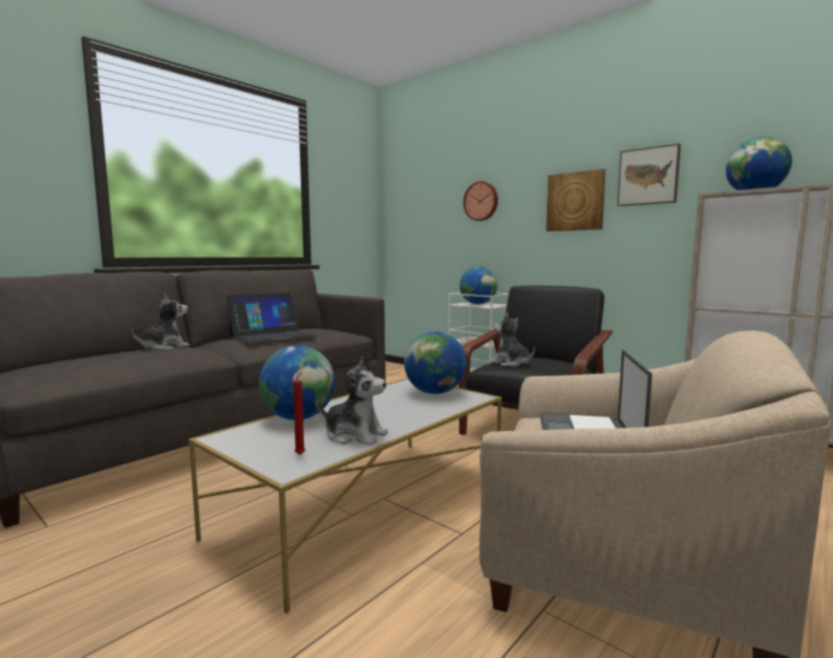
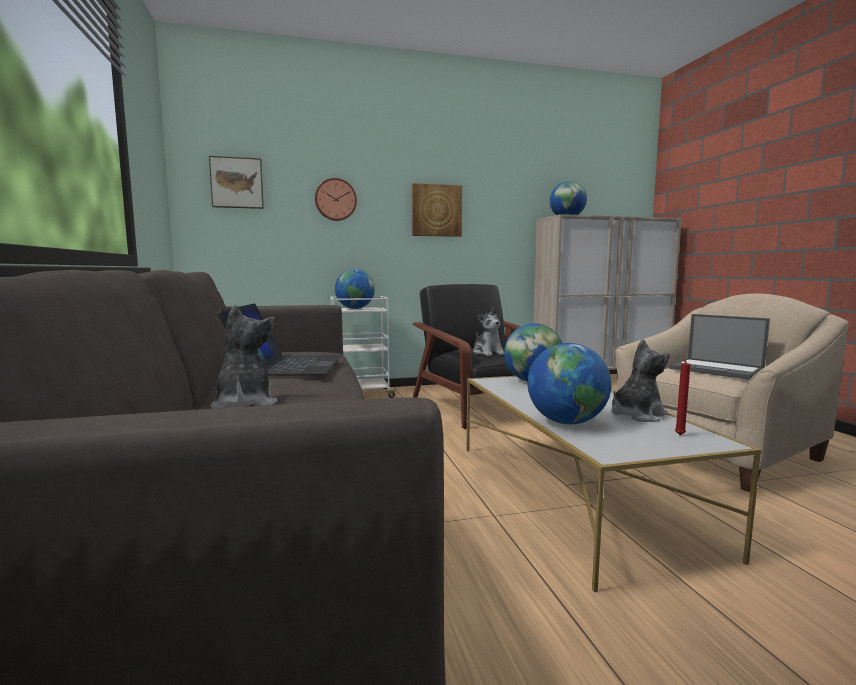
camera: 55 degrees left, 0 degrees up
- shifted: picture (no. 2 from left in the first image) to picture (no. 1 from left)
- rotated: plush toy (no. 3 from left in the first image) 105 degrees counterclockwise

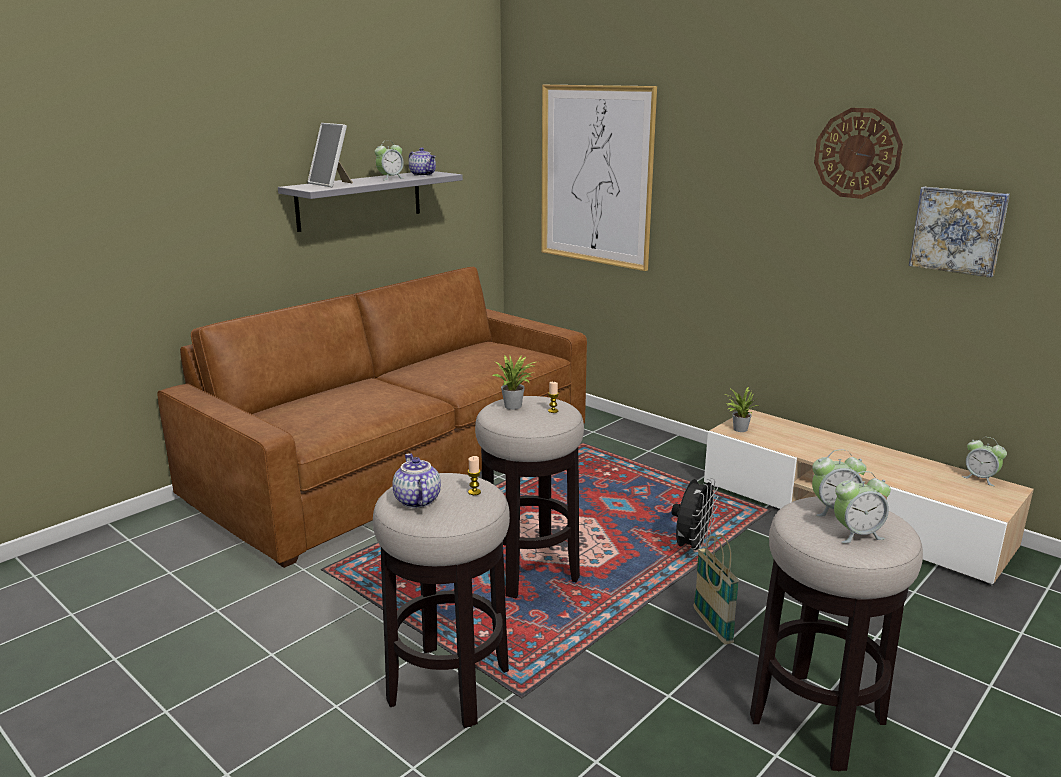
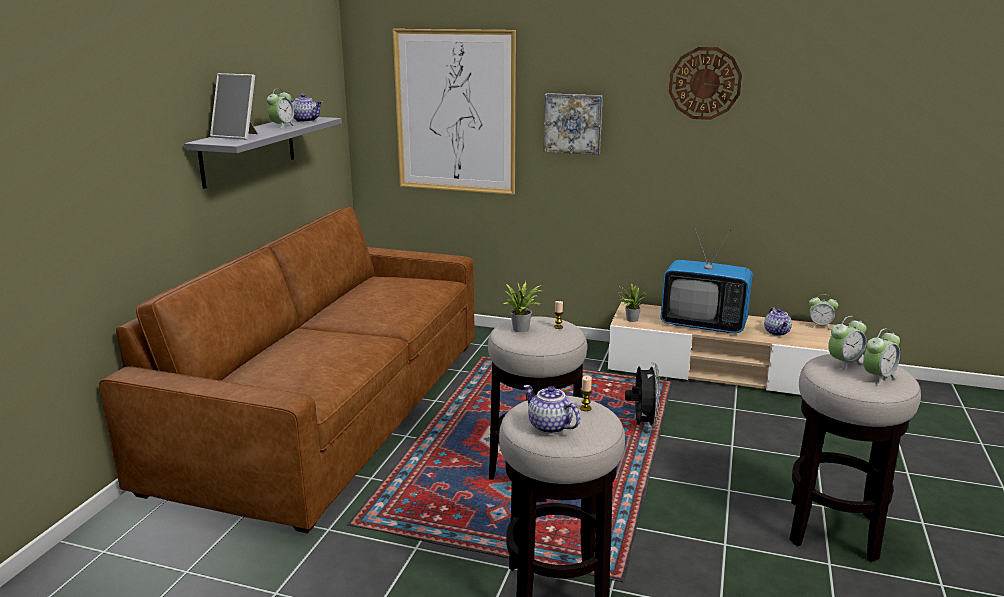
camera: 25 degrees left, 0 degrees up
- gone: basket
- new: television
- new: teapot (no. 3 from left)
- shifted: picture (no. 2 from left)

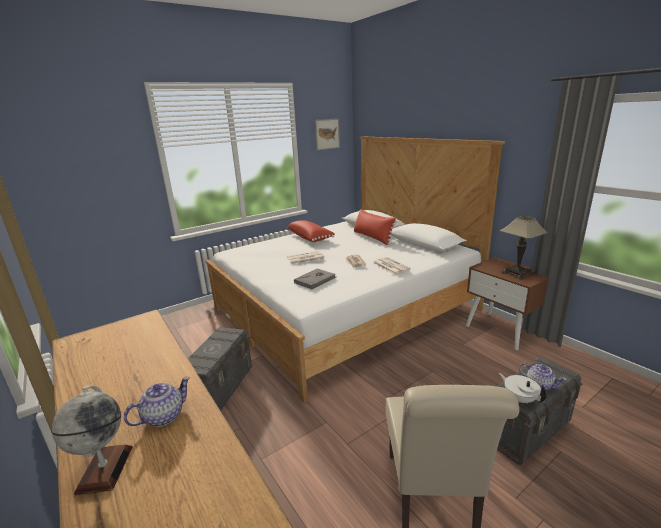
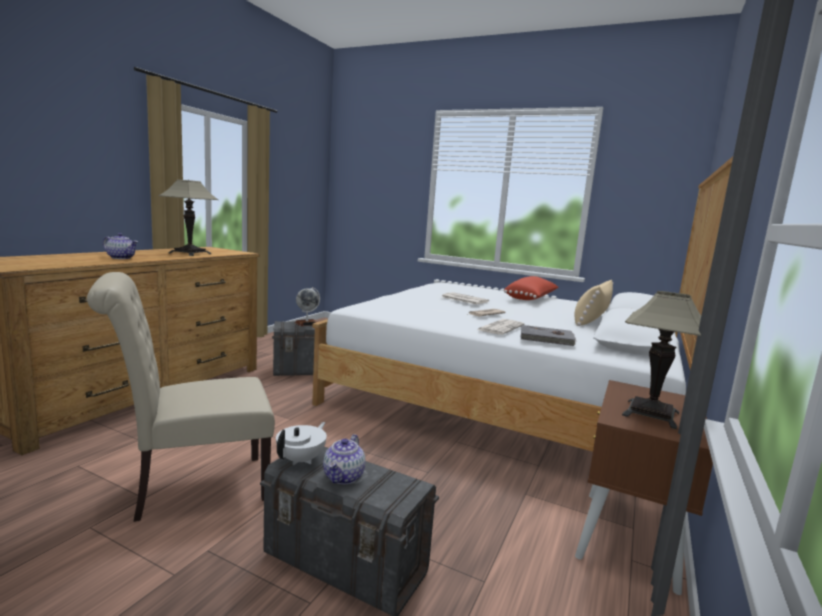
camera: 60 degrees right, 10 degrees down
- gone: picture
- new: table lamp (no. 1 from left)
- shifted: globe
- shifted: grey book
- repainted: red pillow (no. 2 from left) to beige pillow

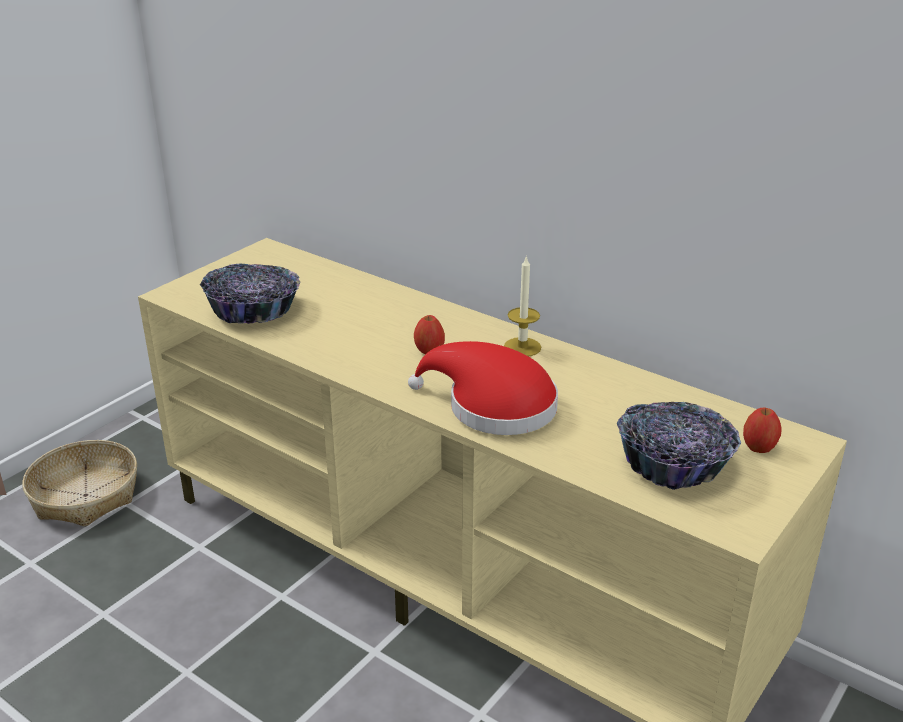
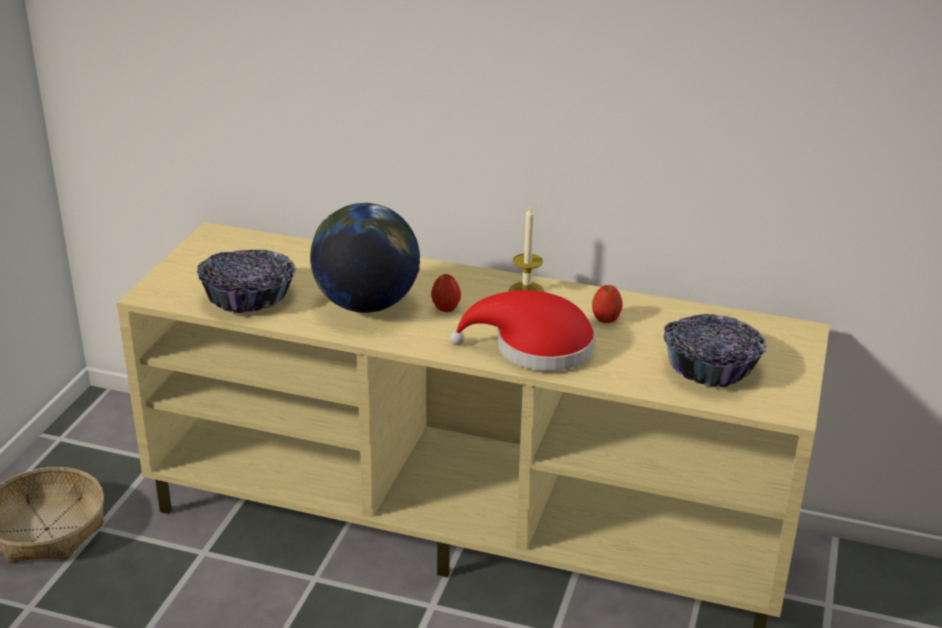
camera: 20 degrees left, 0 degrees up
- new: globe
- shifted: apple (no. 2 from left)

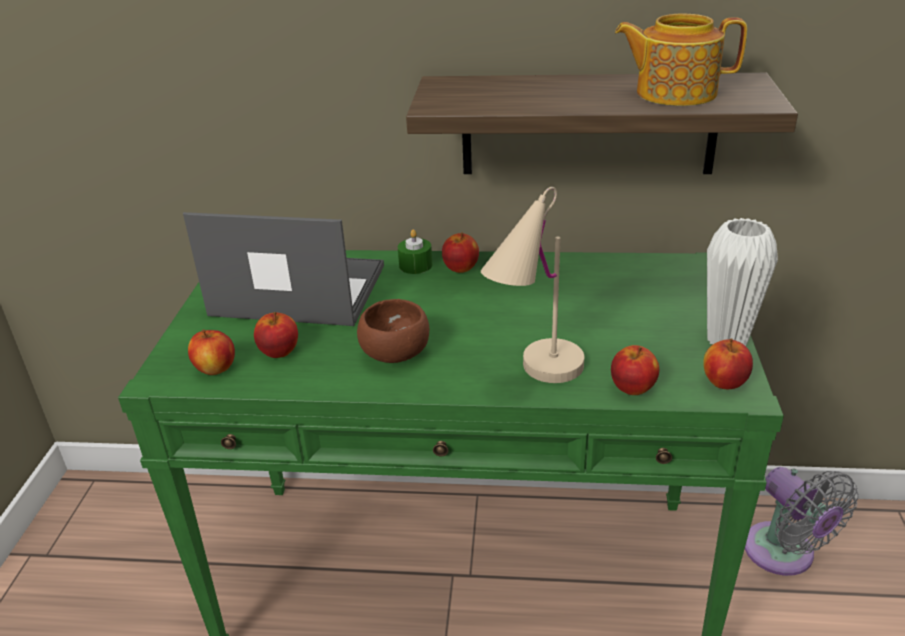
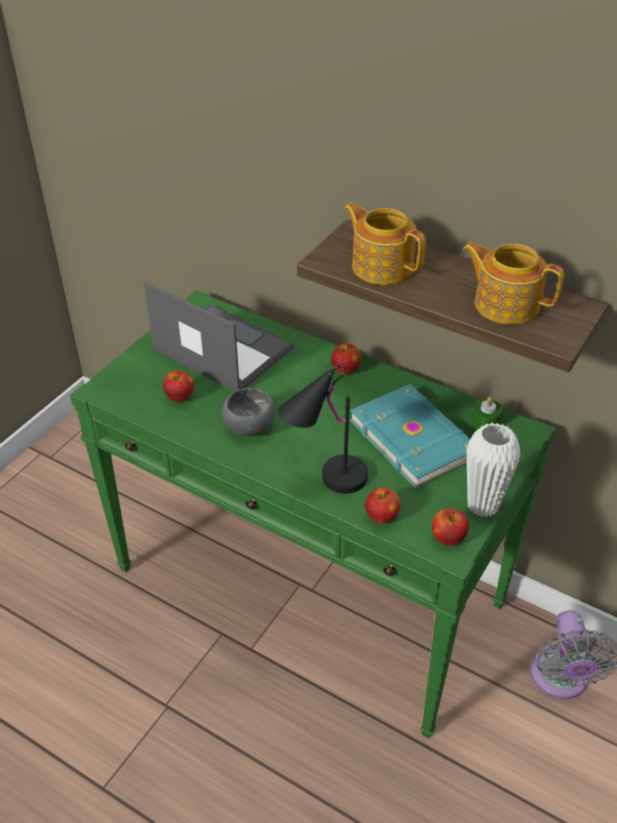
camera: 25 degrees right, 10 degrees up
- gone: apple (no. 1 from left)
- new: teapot (no. 1 from left)
- new: turquoise book
- shifted: green candle
- repainted: brown bowl to grey bowl
- repainted: beige table lamp to black table lamp

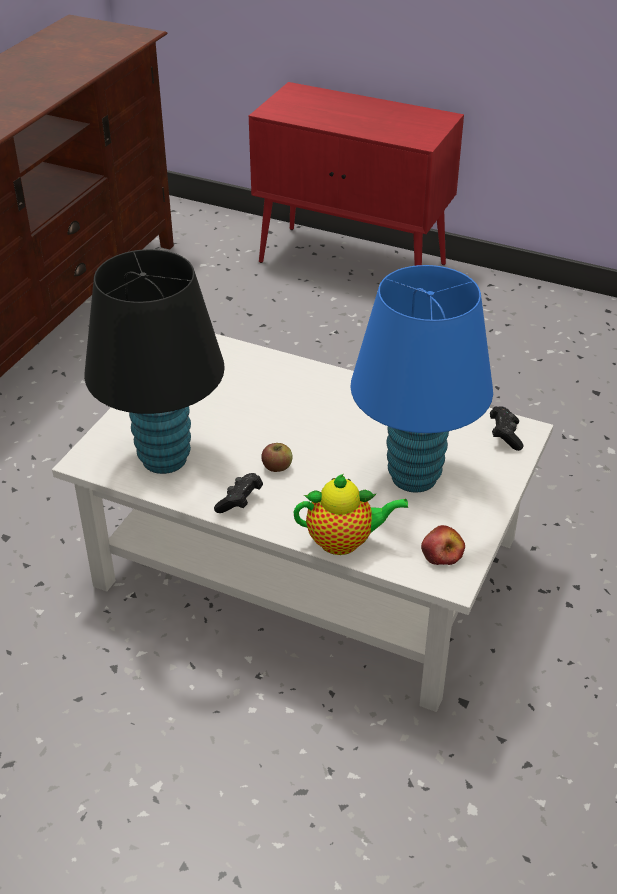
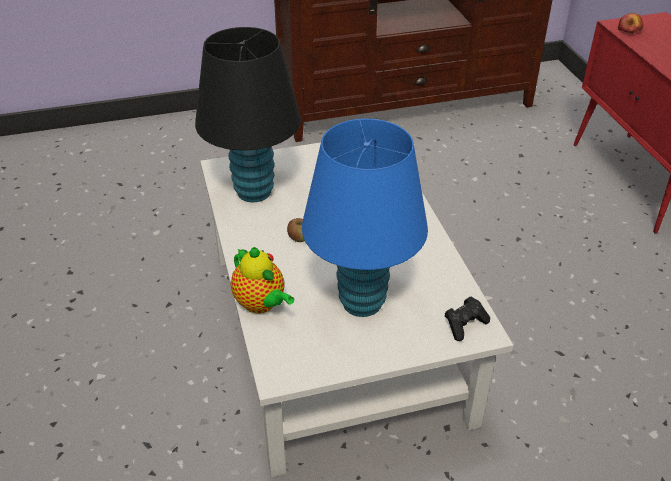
camera: 50 degrees right, 0 degrees up
- gone: black game controller (no. 1 from left)
- shifted: apple (no. 2 from left)

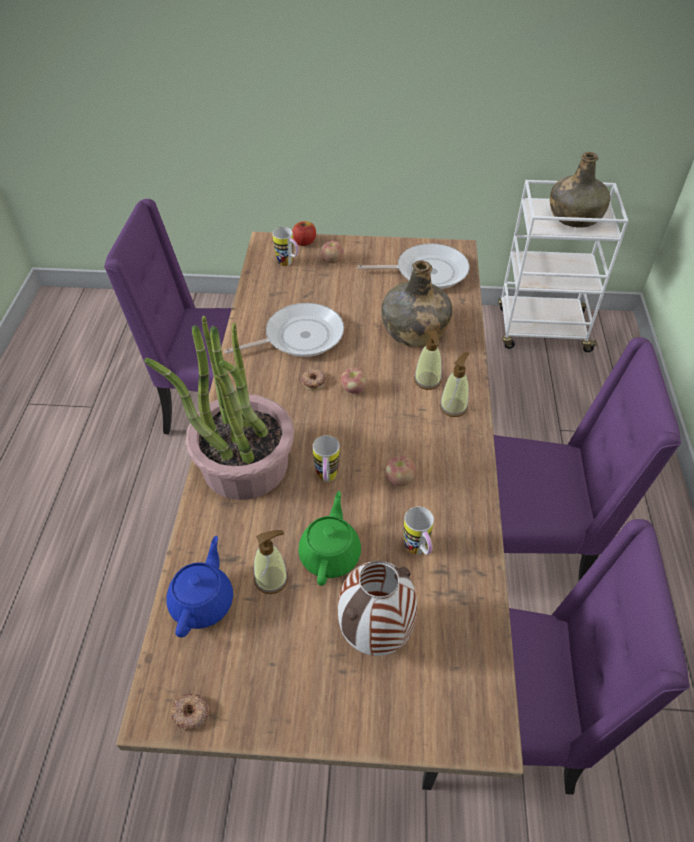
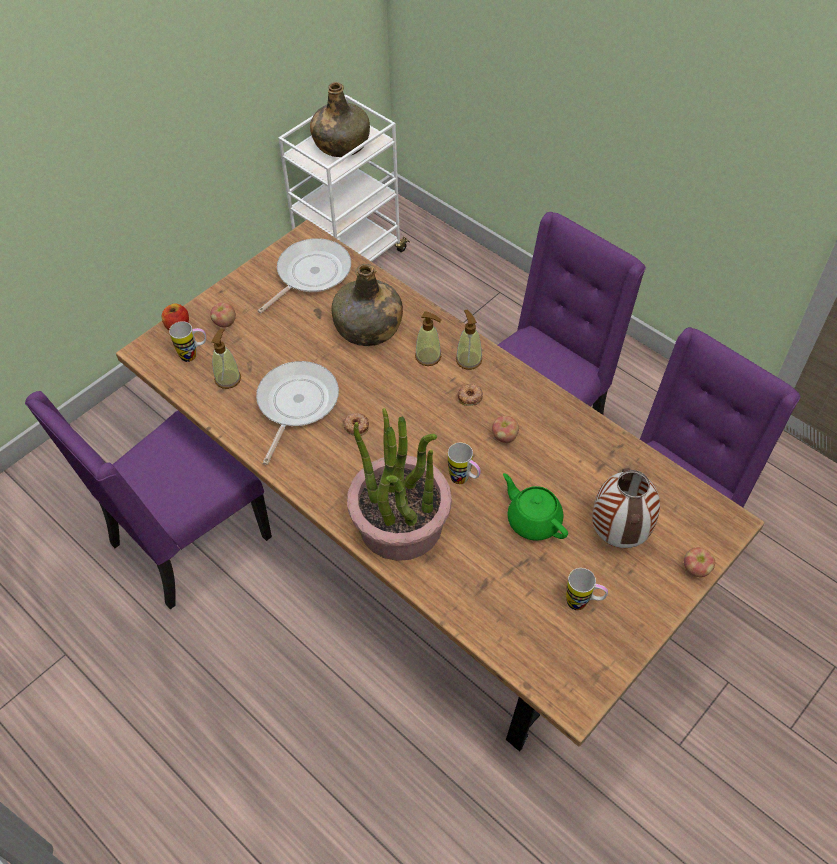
camera: 50 degrees left, 5 degrees up
- gone: blue teapot
- shifted: donut (no. 1 from left in the first image) to donut (no. 2 from left)
- shifted: soap dispenser (no. 1 from left)
- shifted: apple (no. 3 from left in the first image) to apple (no. 4 from left)
- shifted: mug (no. 3 from left)

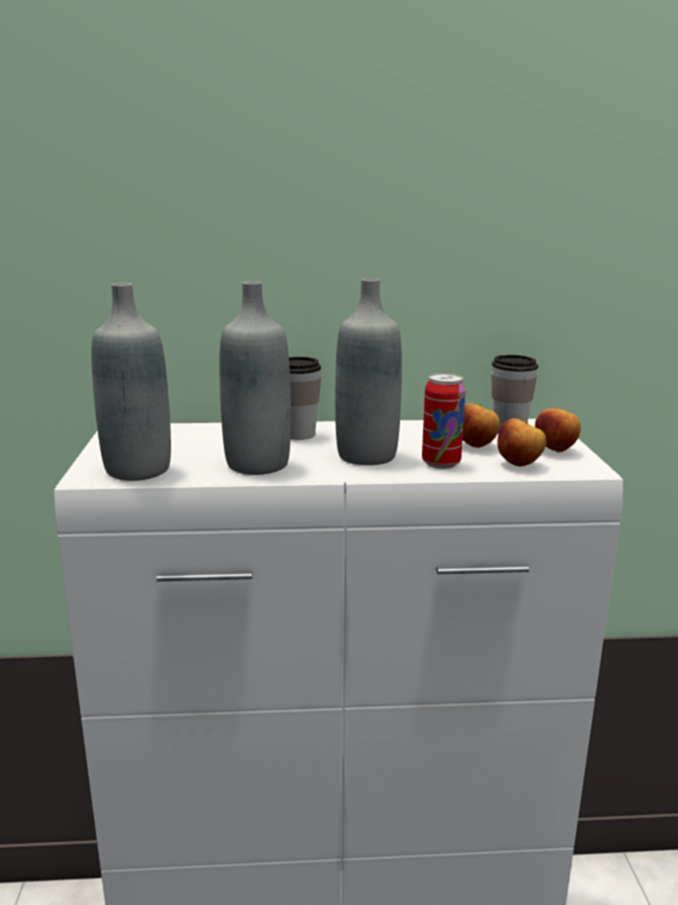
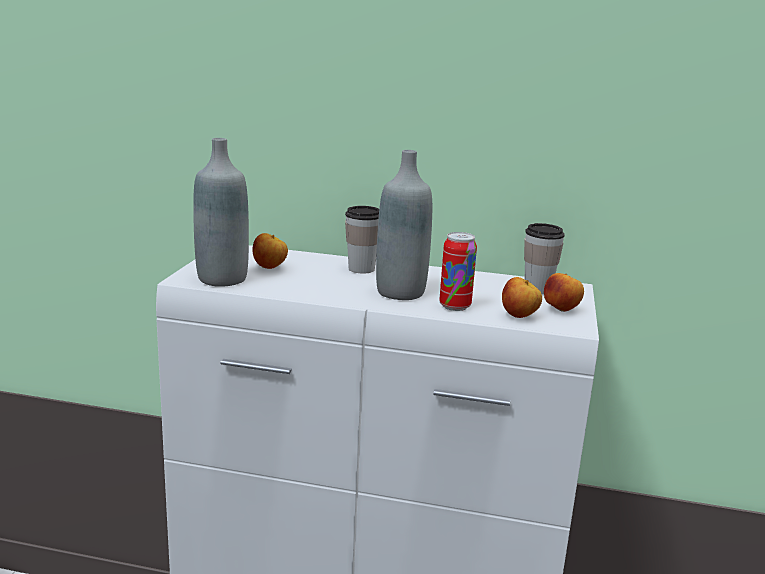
camera: 15 degrees right, 0 degrees up
- gone: grey bottle (no. 2 from left)
- shifted: apple (no. 1 from left)

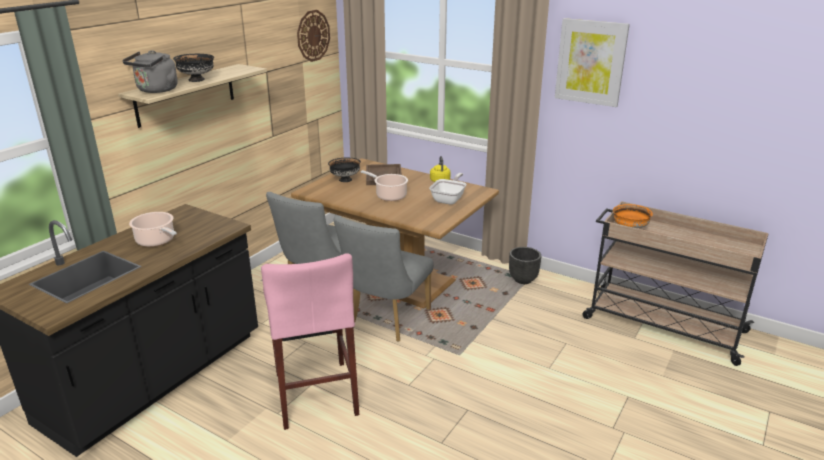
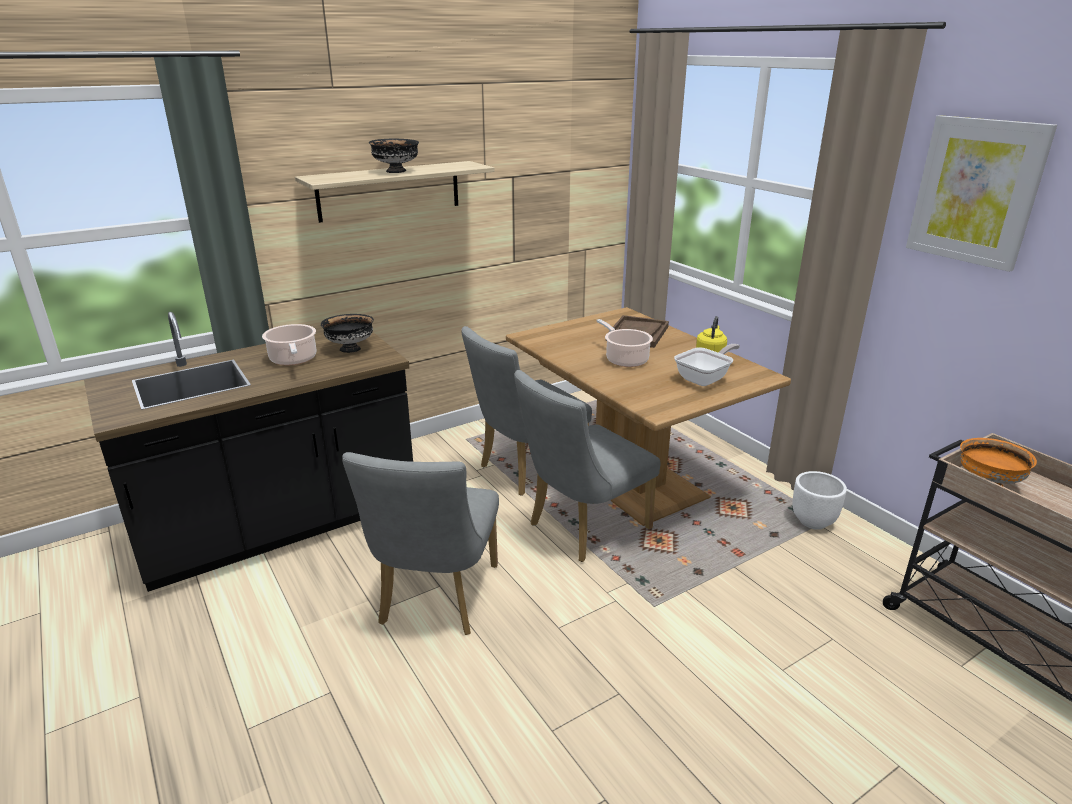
camera: 25 degrees right, 0 degrees up
- gone: grey kettle
- gone: wall clock
- shifted: black bowl (no. 2 from left in the first image) to black bowl (no. 1 from left)
- swapped: pink stool to grey chair (no. 1 from left)
- repainted: black planter to white planter

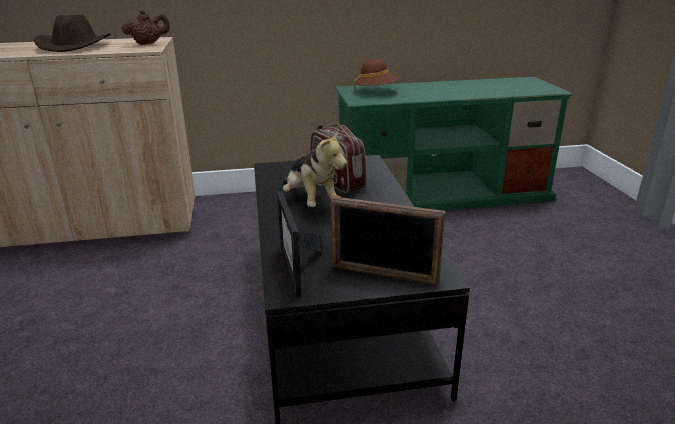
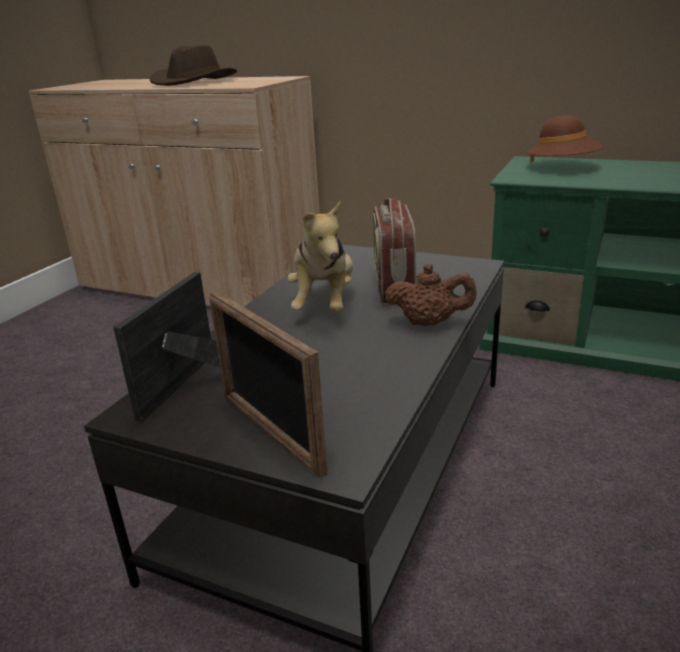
camera: 35 degrees right, 0 degrees up
- shifted: brown teapot

